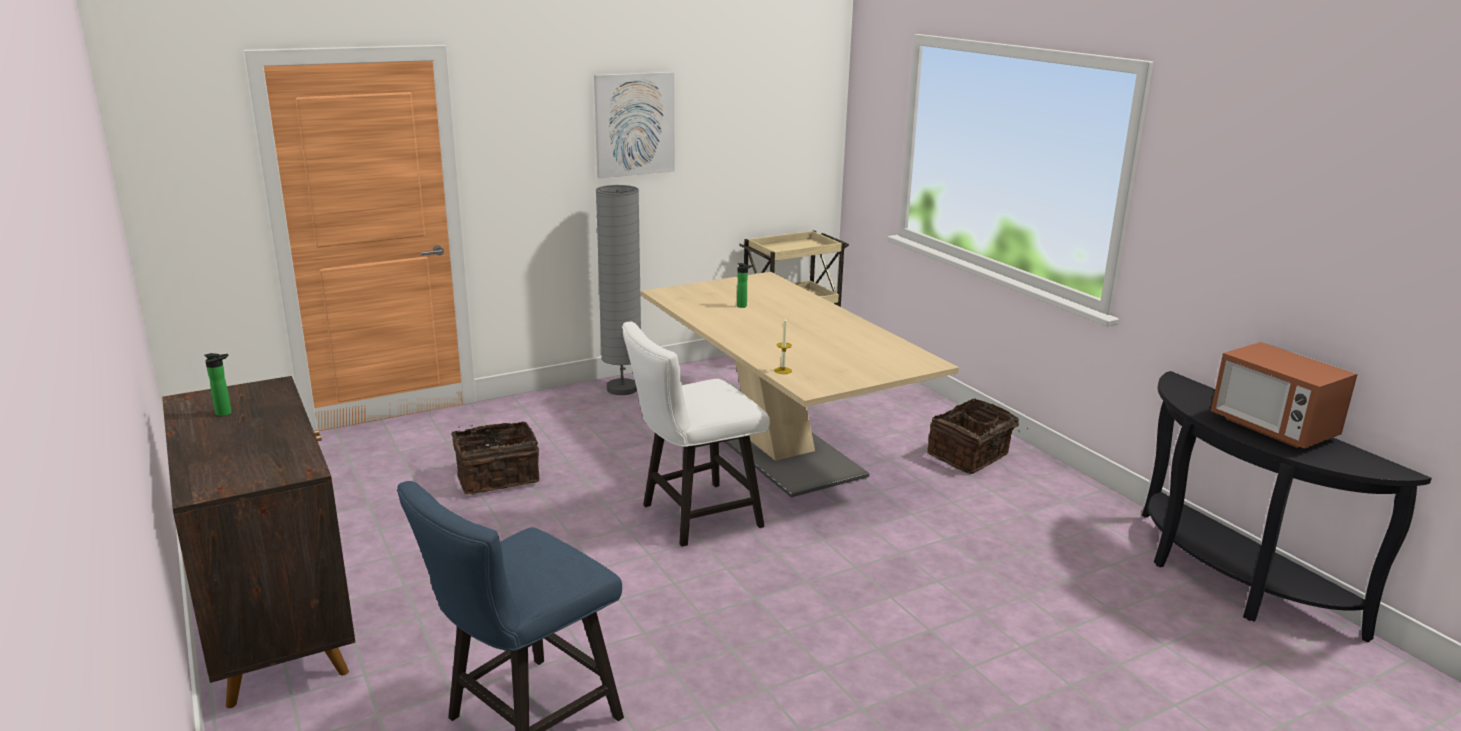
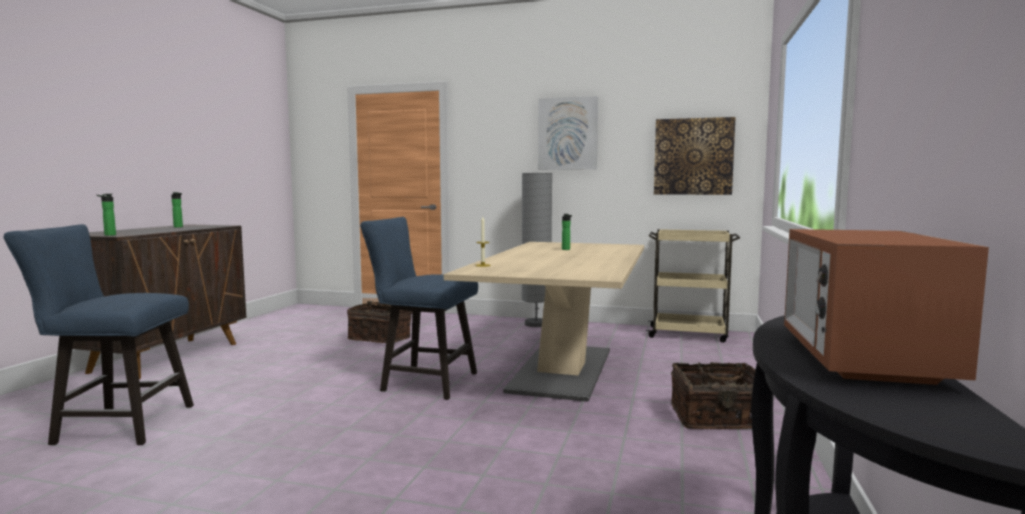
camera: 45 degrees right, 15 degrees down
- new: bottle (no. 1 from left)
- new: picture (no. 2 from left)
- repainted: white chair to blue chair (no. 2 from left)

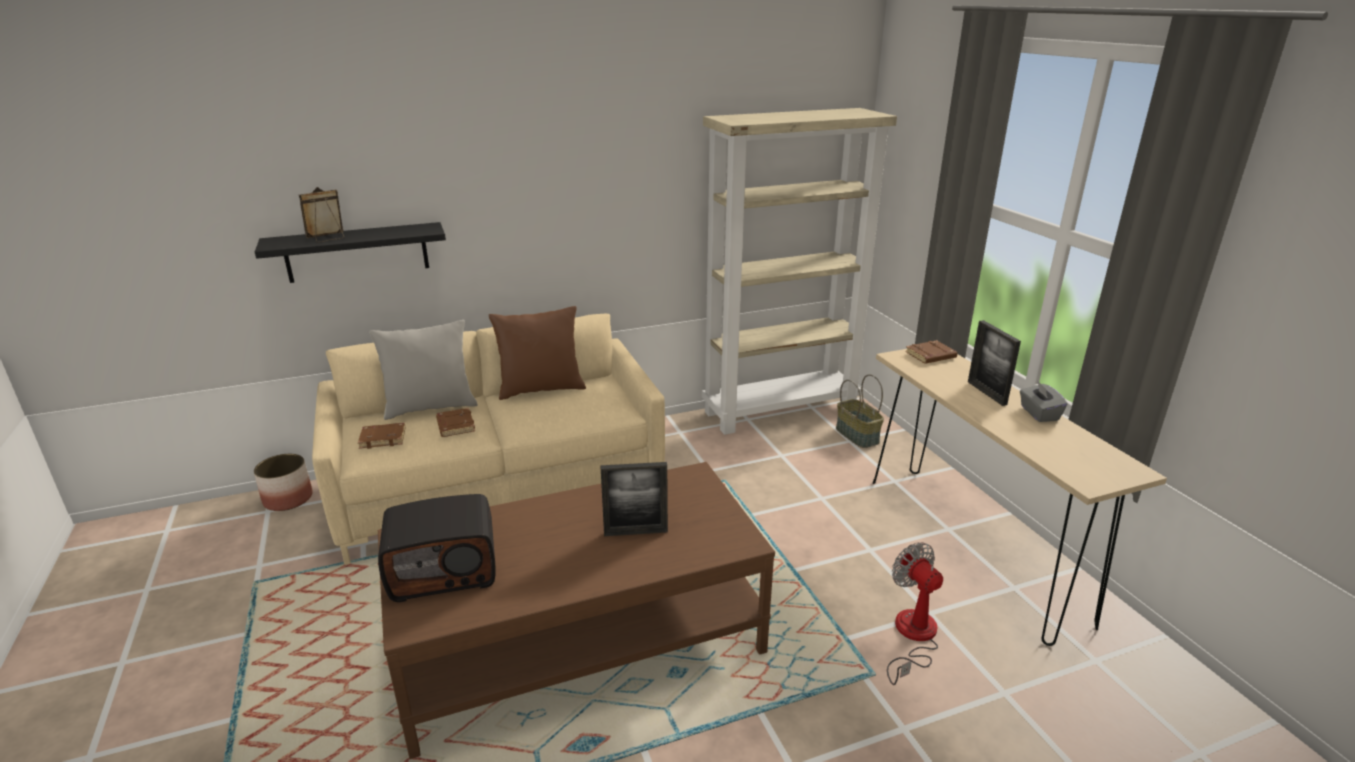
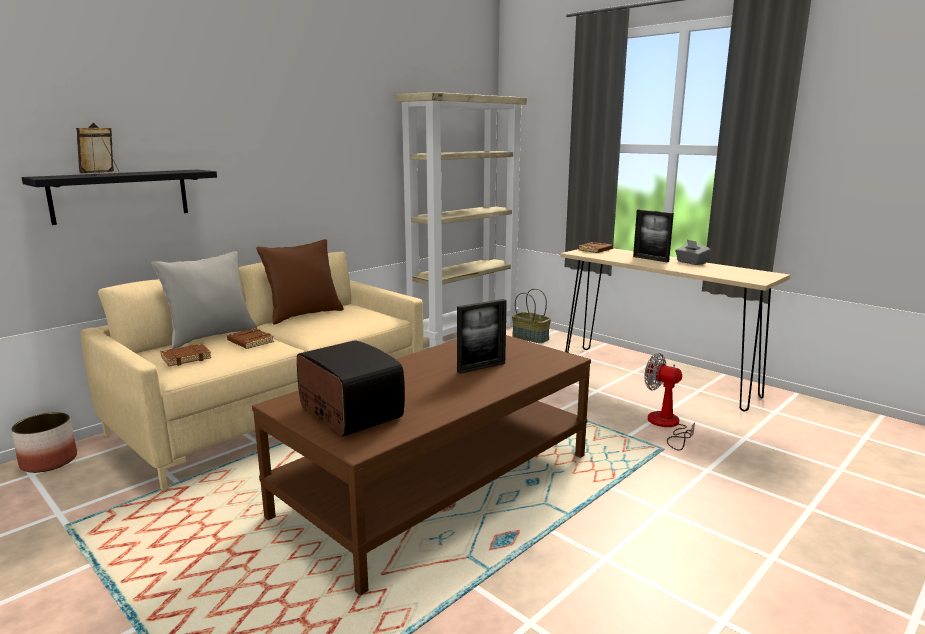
camera: 25 degrees left, 10 degrees down
- rotated: radio 90 degrees counterclockwise

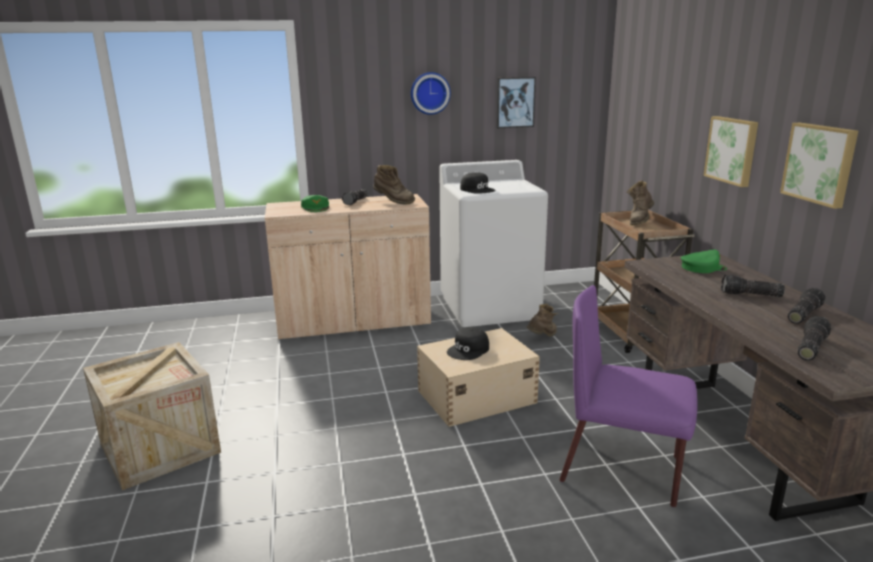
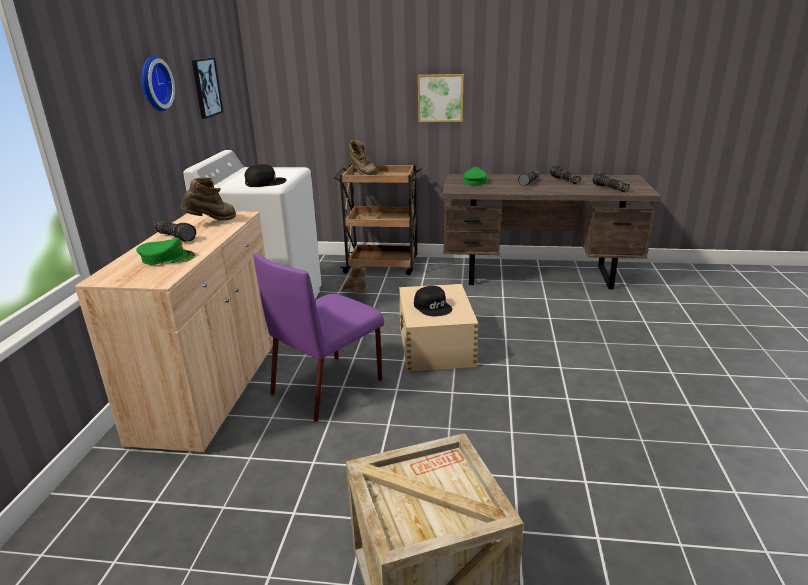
camera: 70 degrees left, 5 degrees up
- gone: picture (no. 3 from left)
- shifted: purple chair

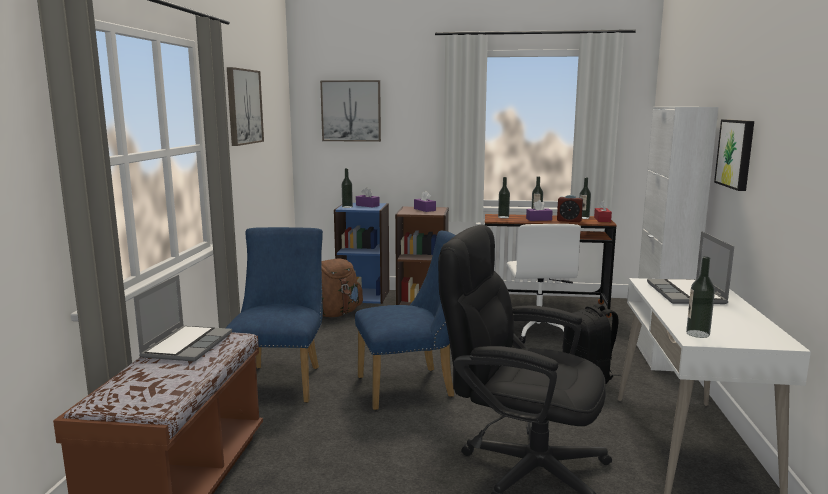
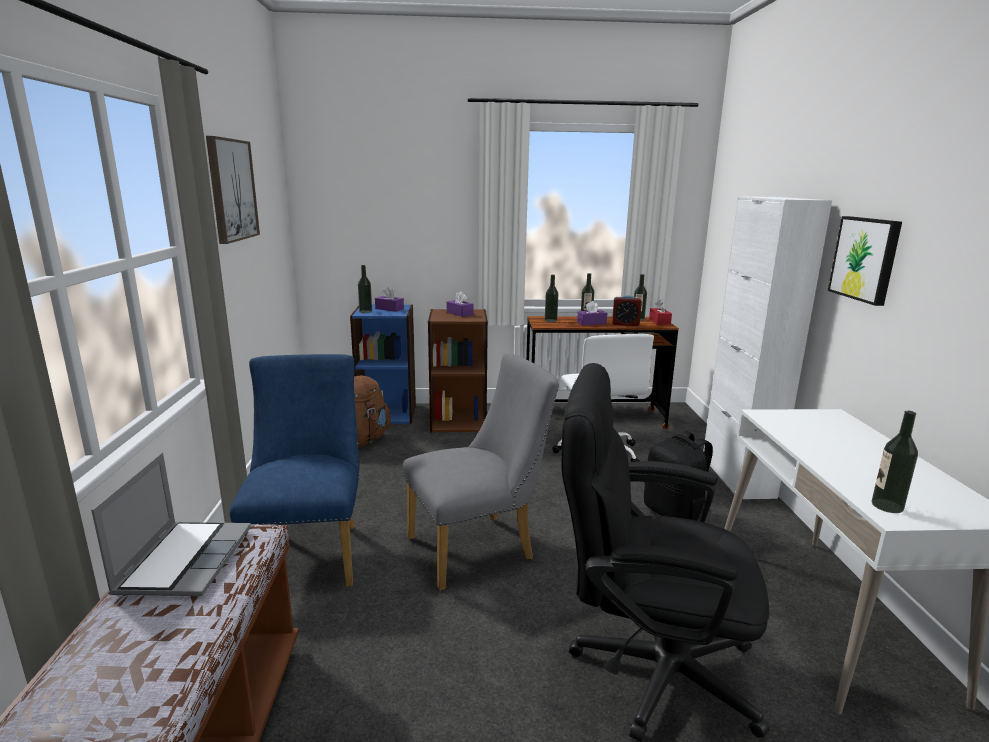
camera: 10 degrees left, 5 degrees up
- gone: picture (no. 2 from left)
- gone: laptop (no. 2 from left)
- repainted: blue chair (no. 2 from left) to grey chair

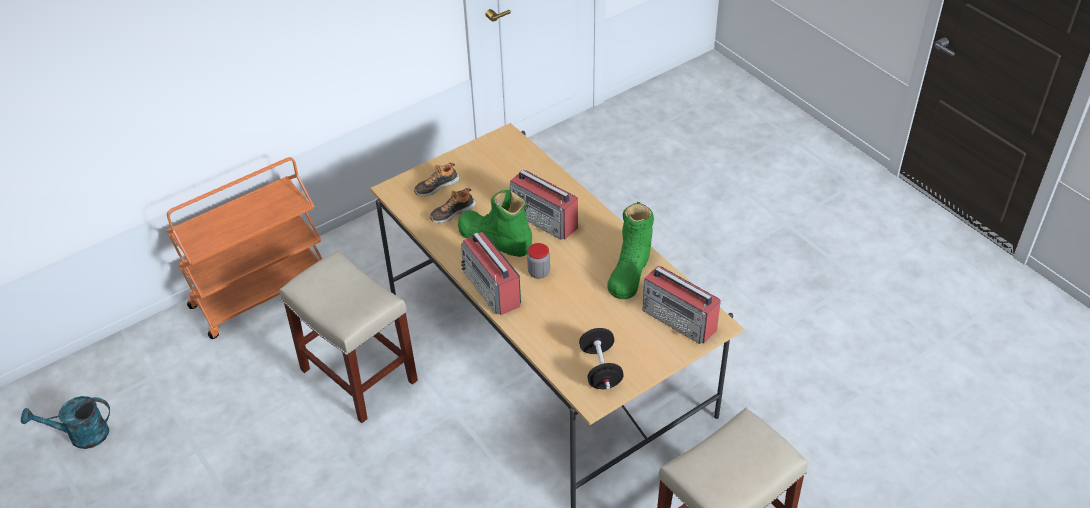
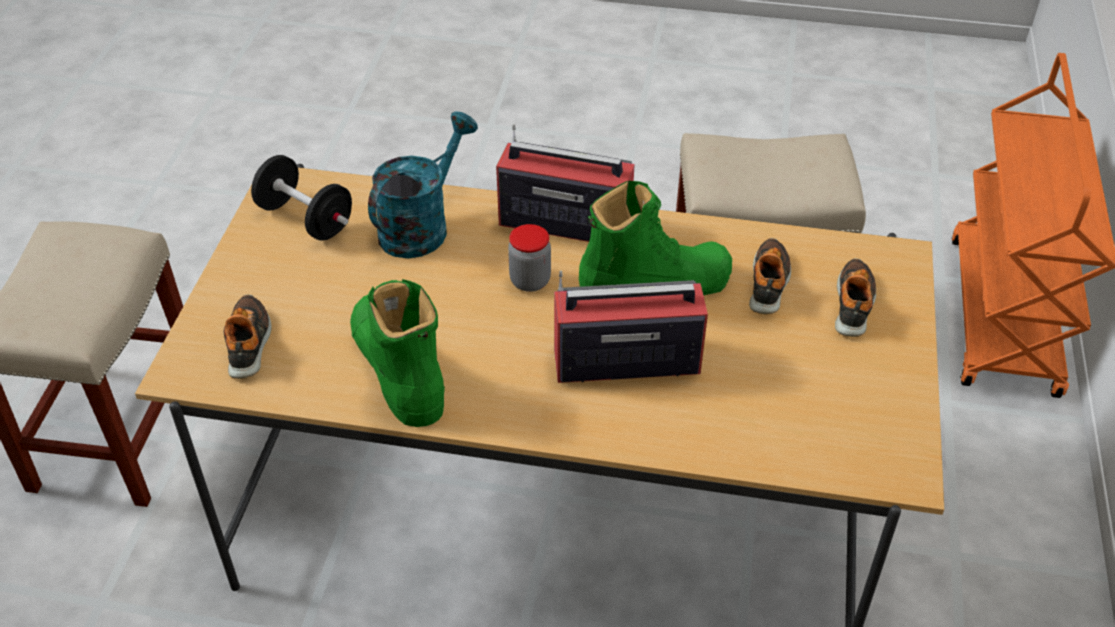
camera: 135 degrees right, 0 degrees up
- shifted: turquoise watering can
- swapped: radio (no. 3 from left) to shoe (no. 1 from left)

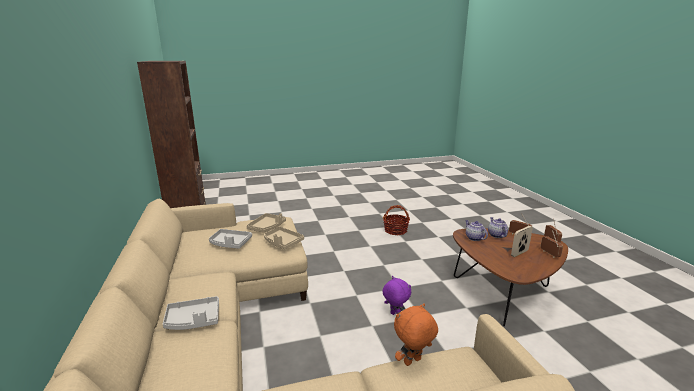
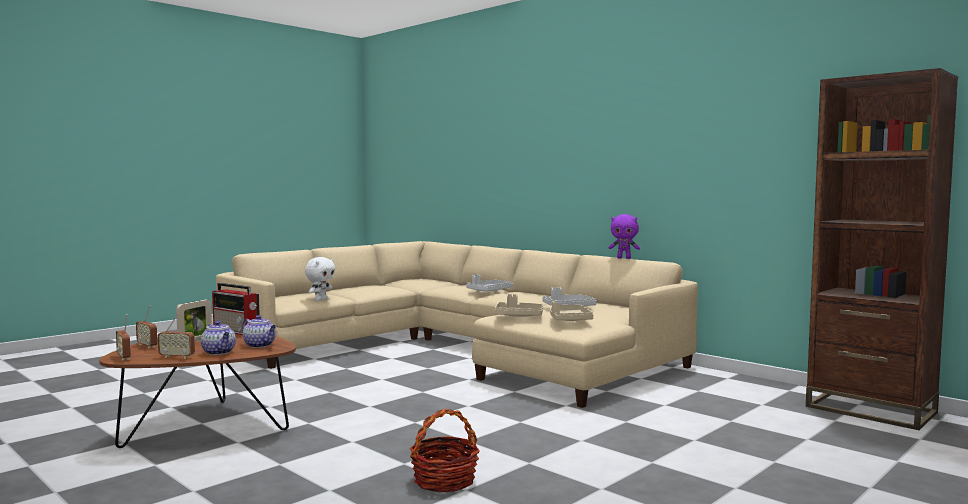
camera: 150 degrees right, 15 degrees down
- new: radio (no. 4 from left)
- shifted: purple plush toy
- repainted: orange plush toy to white plush toy

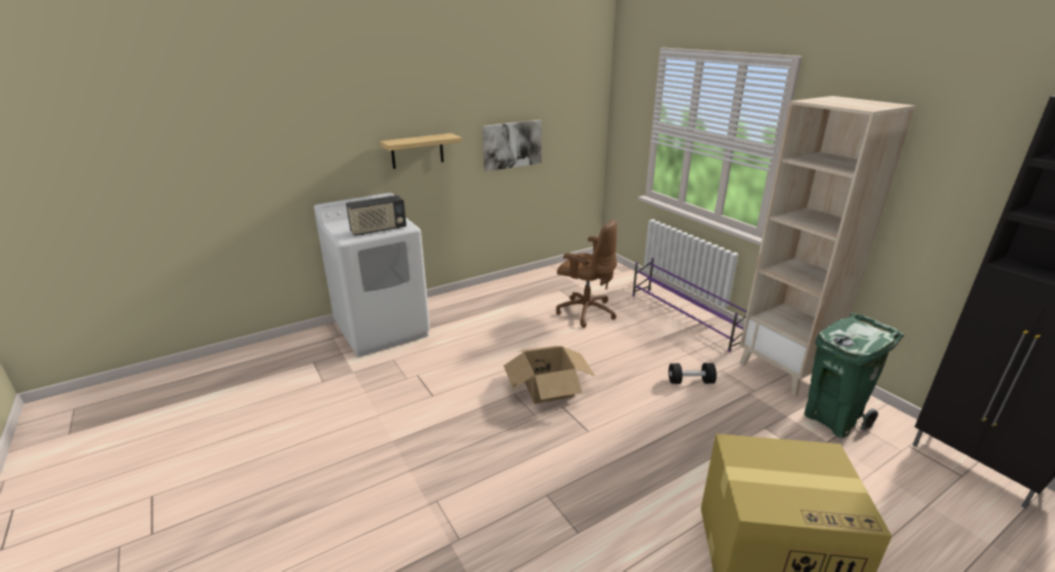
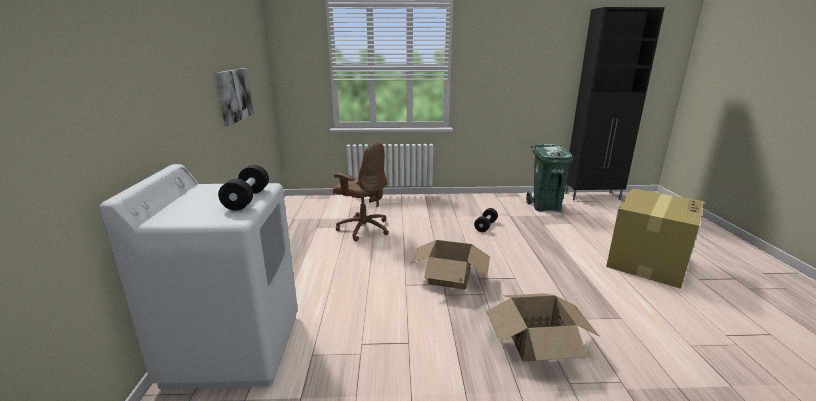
camera: 60 degrees left, 5 degrees down
- gone: shelf
- gone: purple shoe rack
- gone: beige bookcase
- new: cardboard box (no. 2 from left)
- swapped: radio to black dumbbell (no. 1 from left)
- rotated: brown office chair 60 degrees clockwise

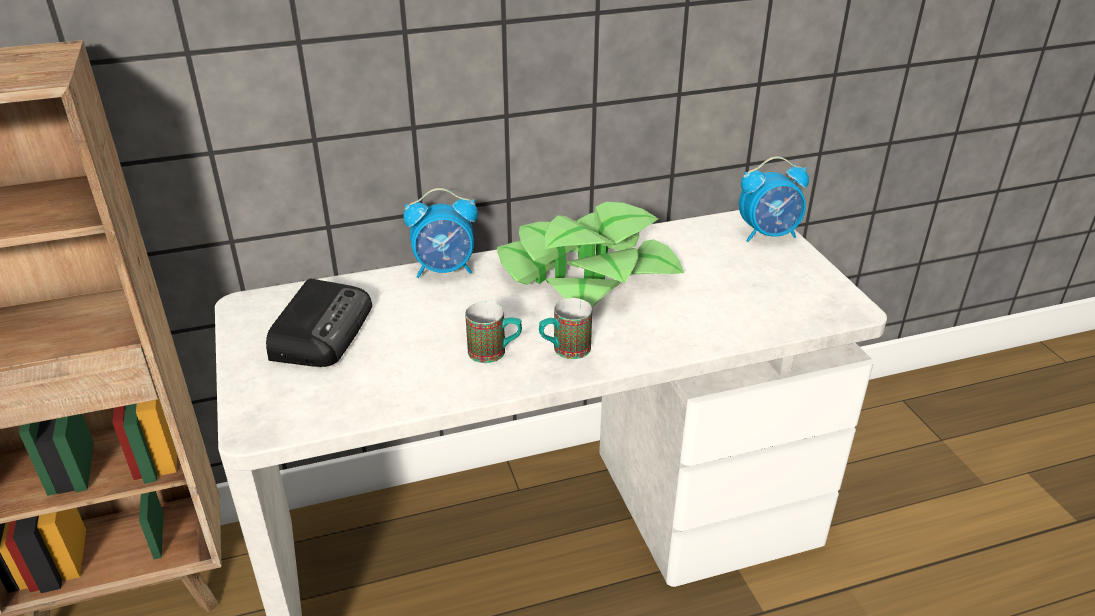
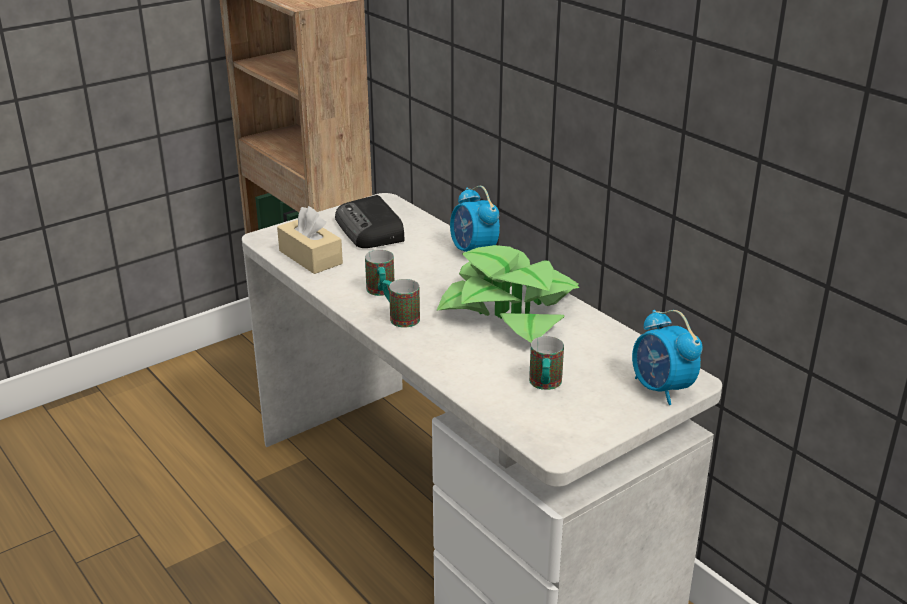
camera: 70 degrees right, 5 degrees down
- new: beige tissue box
- new: mug (no. 3 from left)
- rotated: radio 75 degrees clockwise

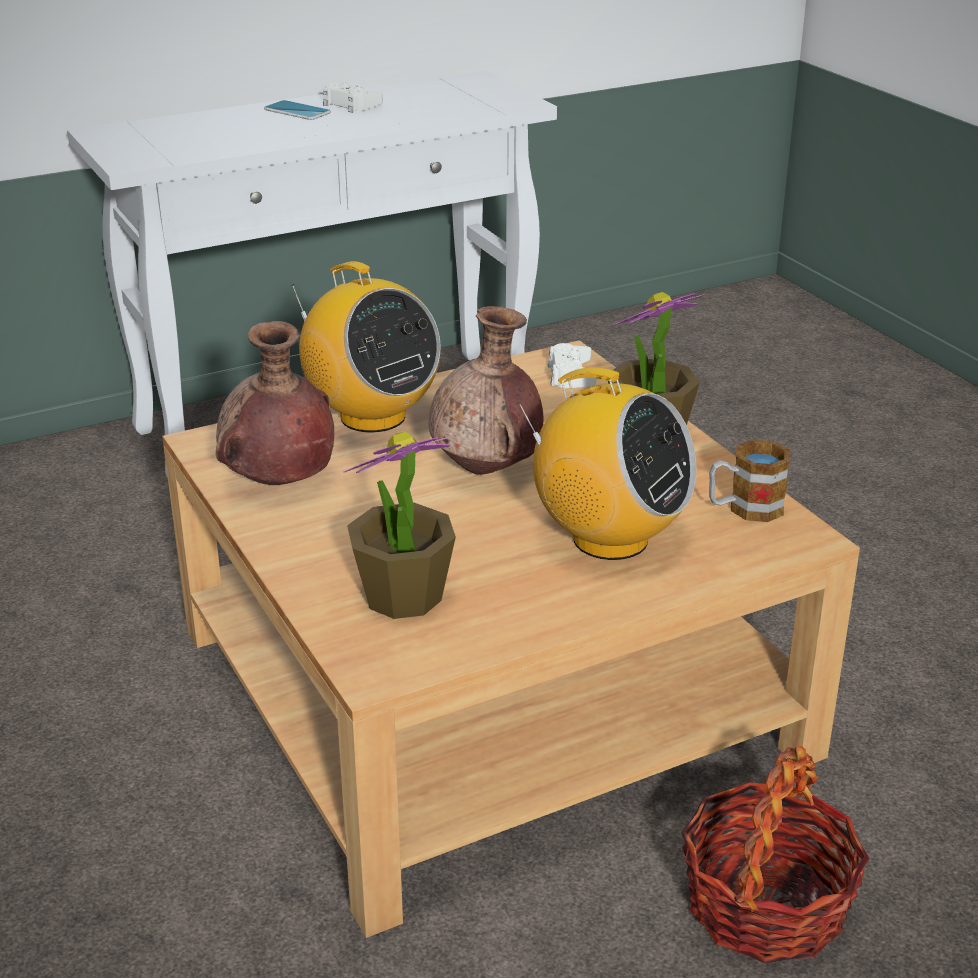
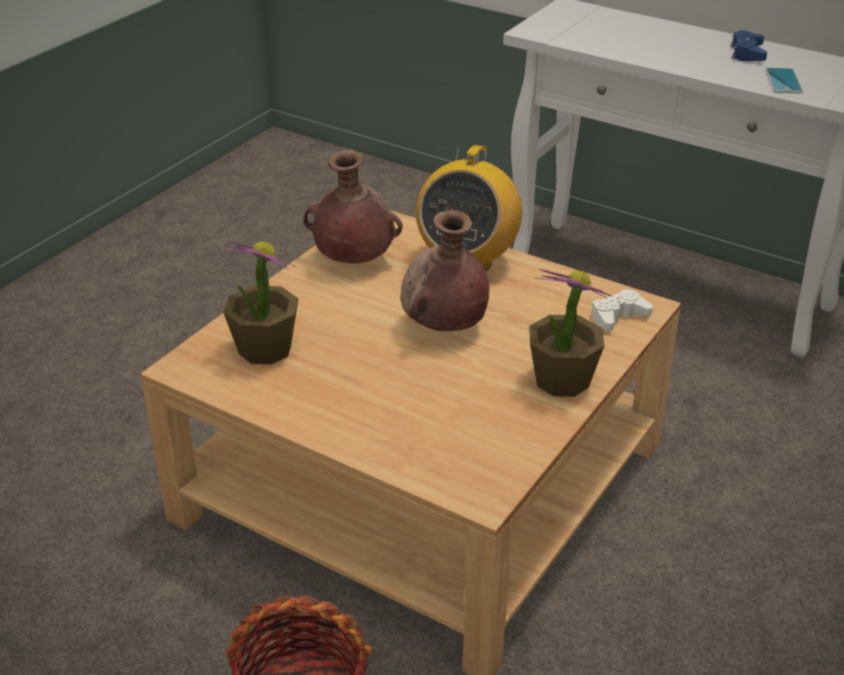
camera: 60 degrees right, 5 degrees up
- gone: radio (no. 2 from left)
- gone: mug
- shifted: phone
- repainted: white game controller (no. 1 from left) to blue game controller

